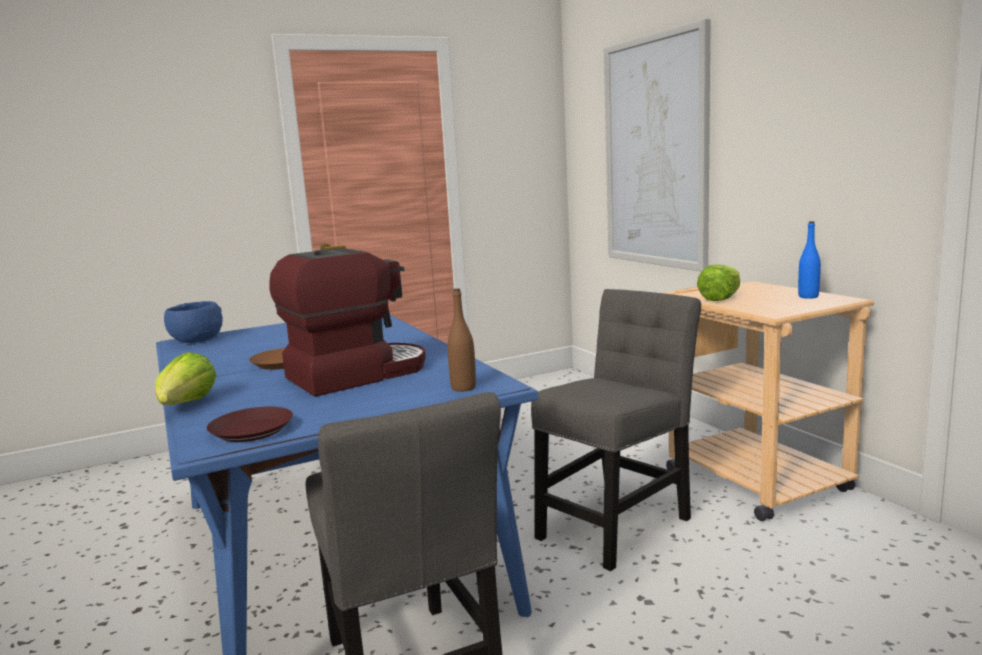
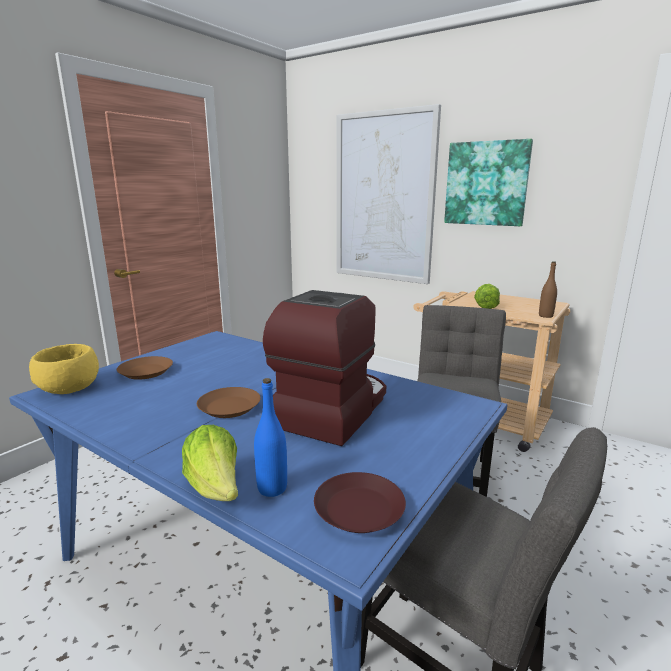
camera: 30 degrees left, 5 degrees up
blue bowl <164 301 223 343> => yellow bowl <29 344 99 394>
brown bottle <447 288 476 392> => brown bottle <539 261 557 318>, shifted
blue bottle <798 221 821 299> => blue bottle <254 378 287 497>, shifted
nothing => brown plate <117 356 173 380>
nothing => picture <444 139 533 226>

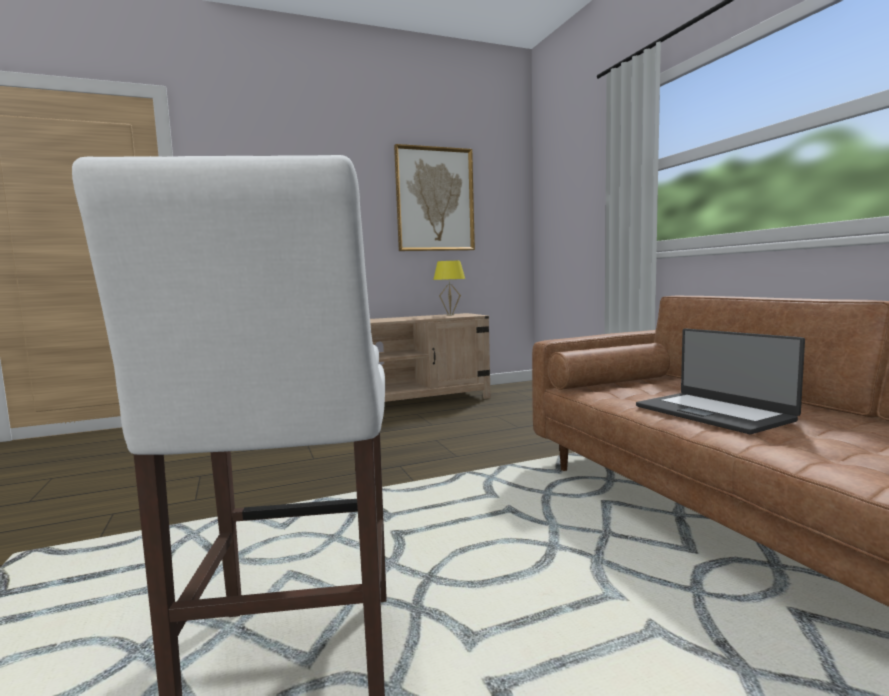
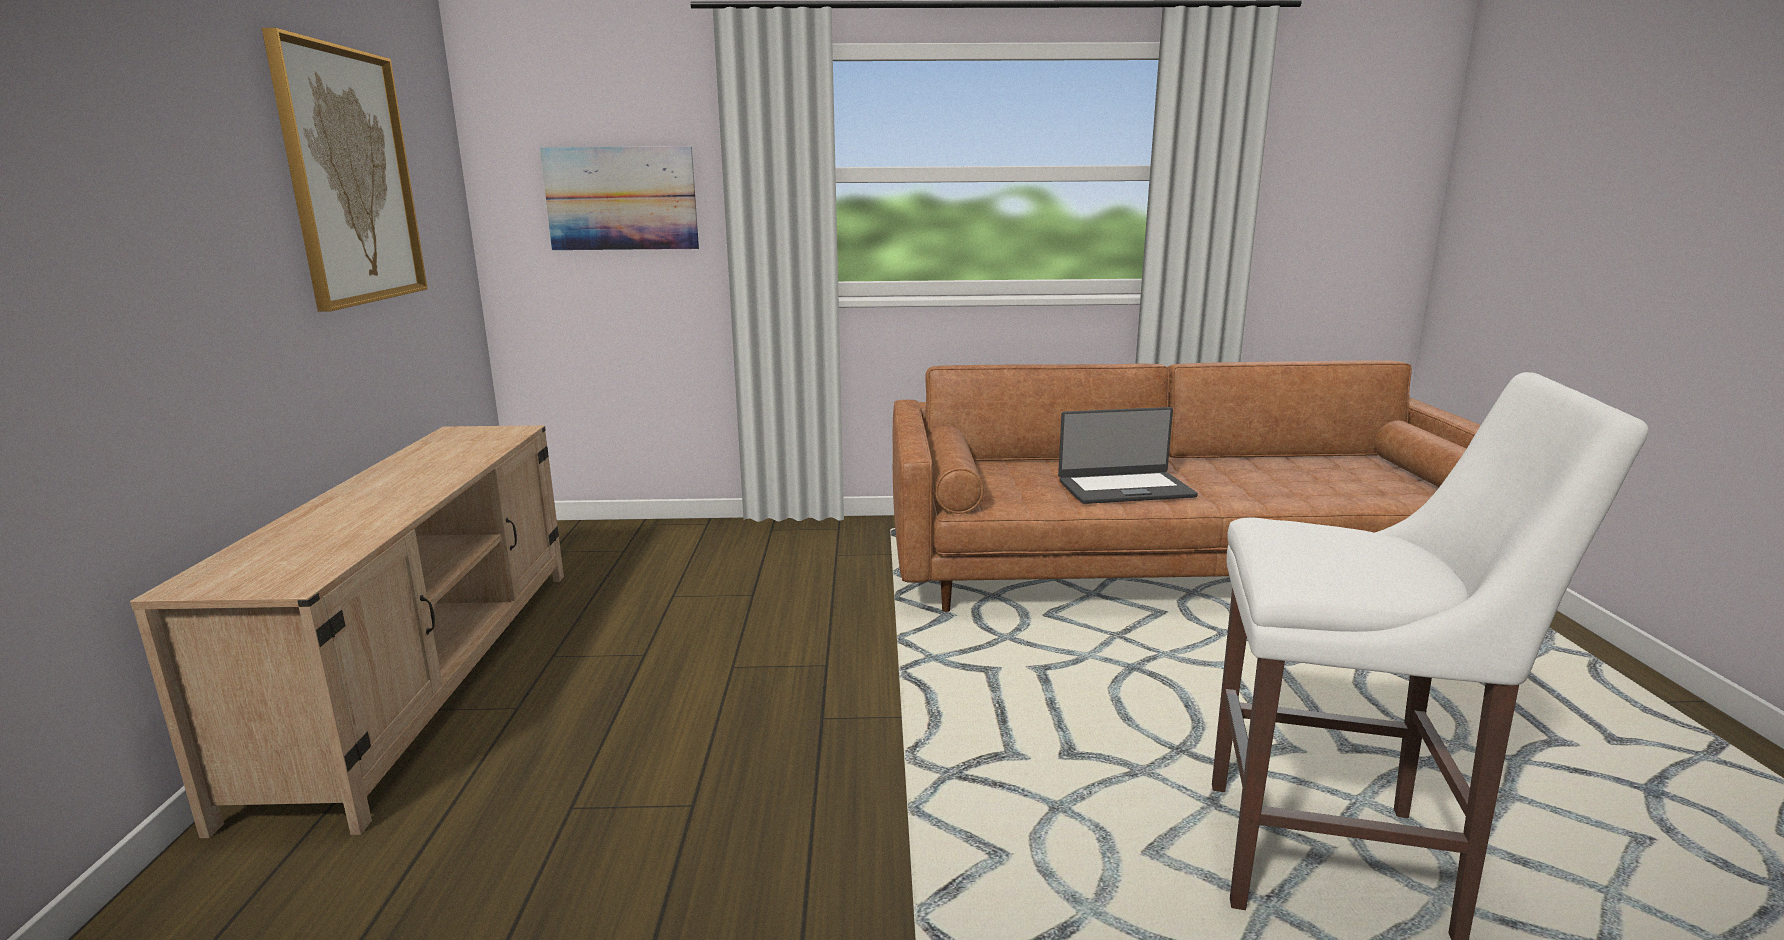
camera: 70 degrees left, 10 degrees up
yellow table lamp <433 261 465 315> => nothing
nothing => picture <540 147 699 250>

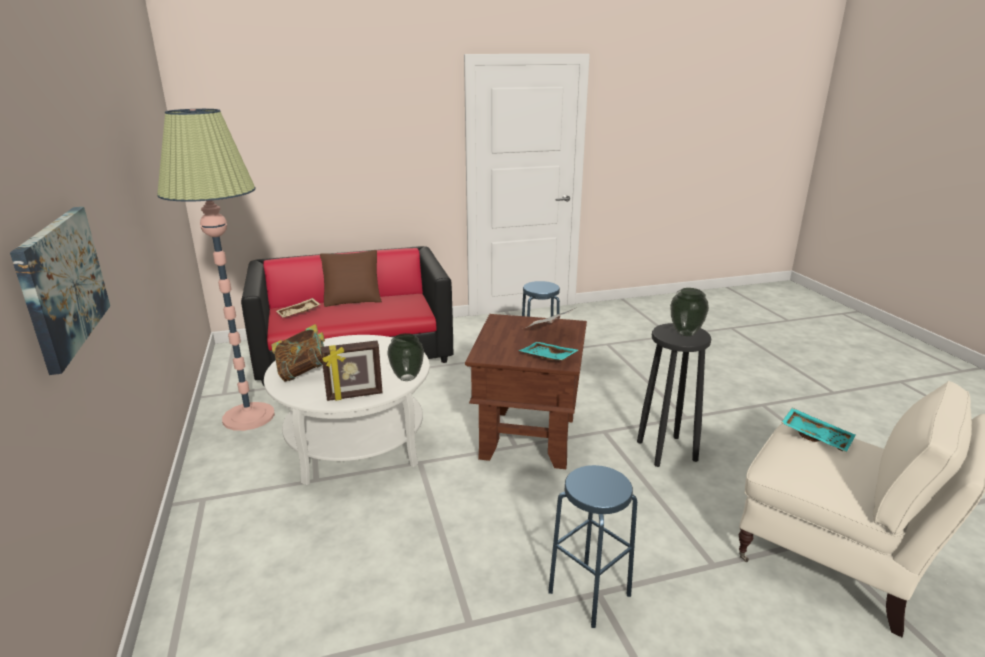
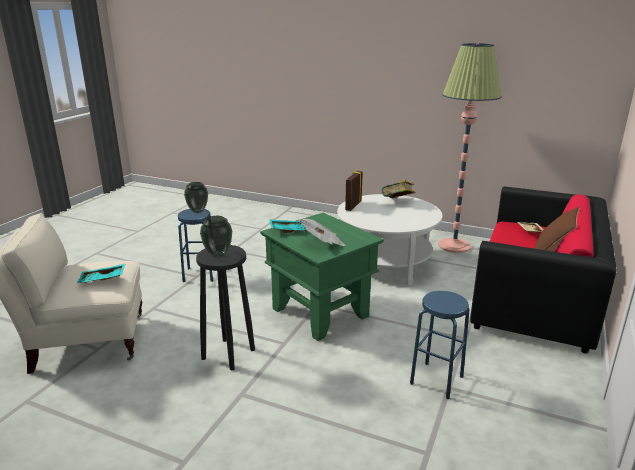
camera: 130 degrees right, 0 degrees up
picture <10 207 110 375> => nothing
vase <387 333 424 381> => vase <184 182 208 213>, shifted
brown side table <465 314 587 469> => green side table <260 213 384 341>

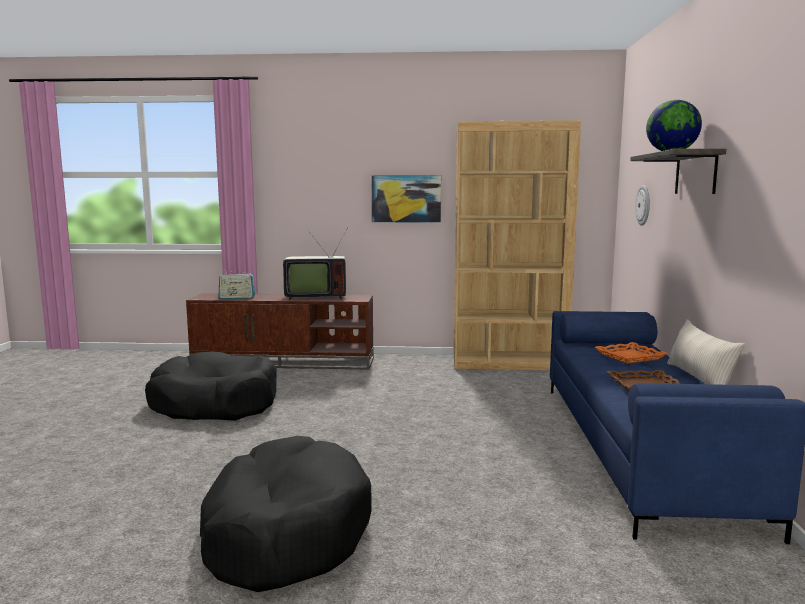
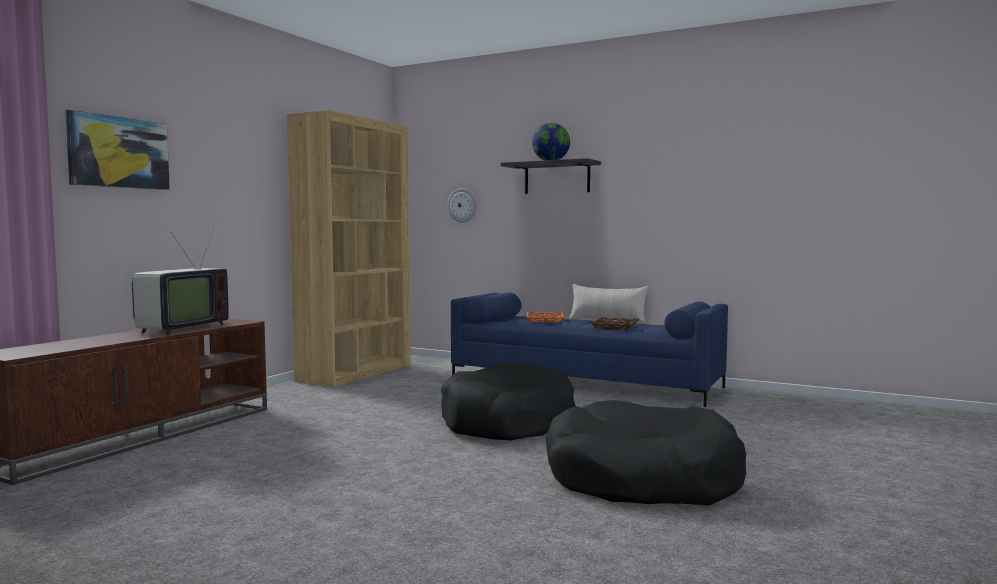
camera: 65 degrees left, 5 degrees down
black dog bed <145 351 277 421> => black dog bed <441 362 575 440>, shifted
radio <218 269 255 299> => nothing
picture <371 175 441 222> => picture <65 110 170 190>, shifted

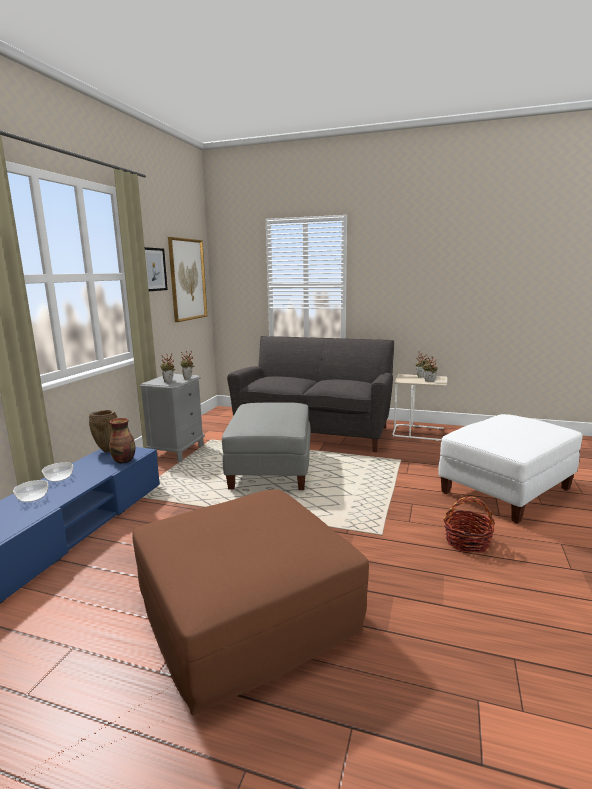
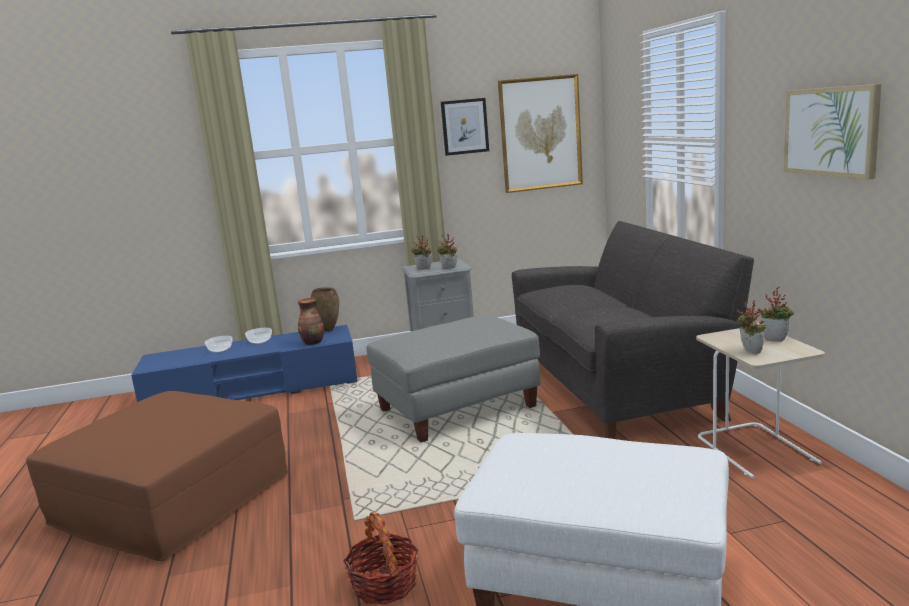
camera: 60 degrees right, 0 degrees up
nothing => picture <784 84 881 180>

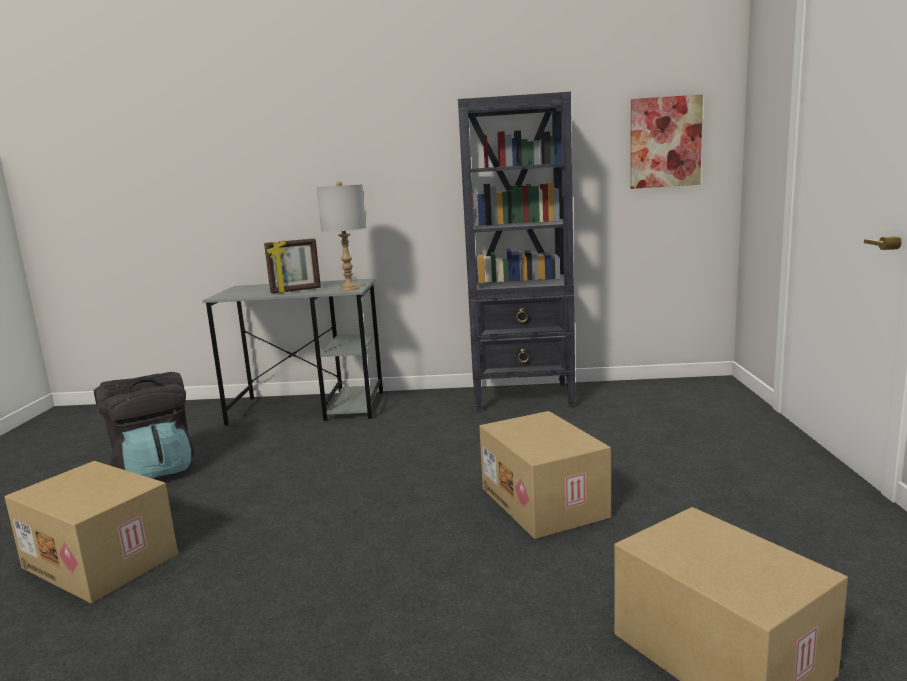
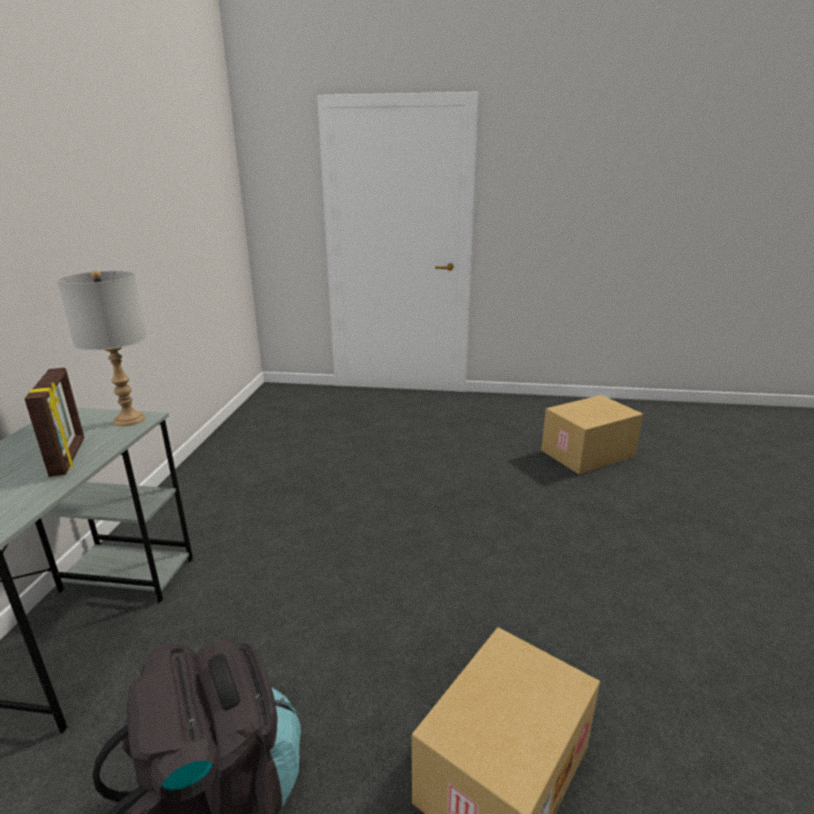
camera: 85 degrees left, 10 degrees up
black bookcase <458 92 575 412> => nothing
cardboard box <479 411 611 539> => nothing
picture <630 94 703 189> => nothing

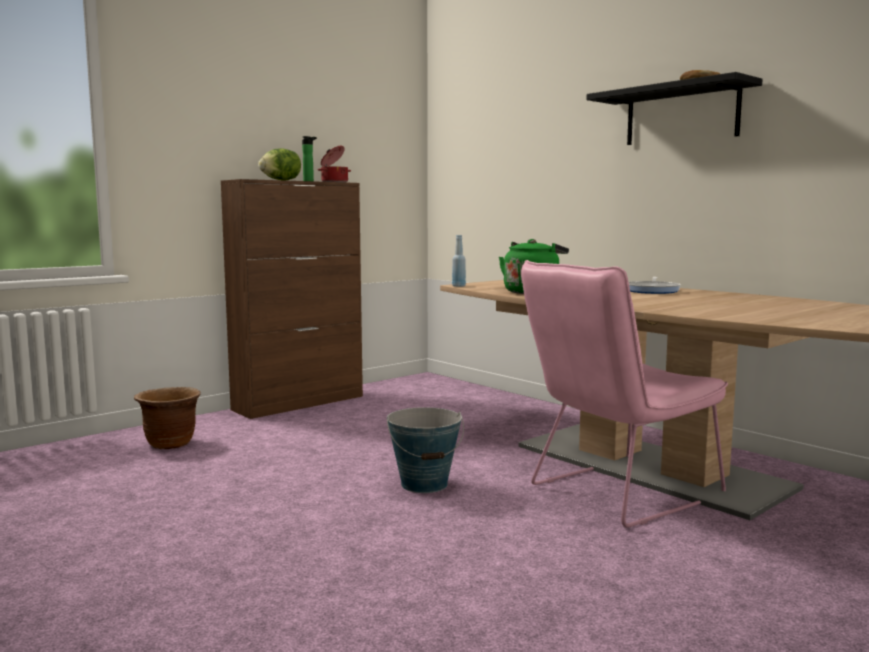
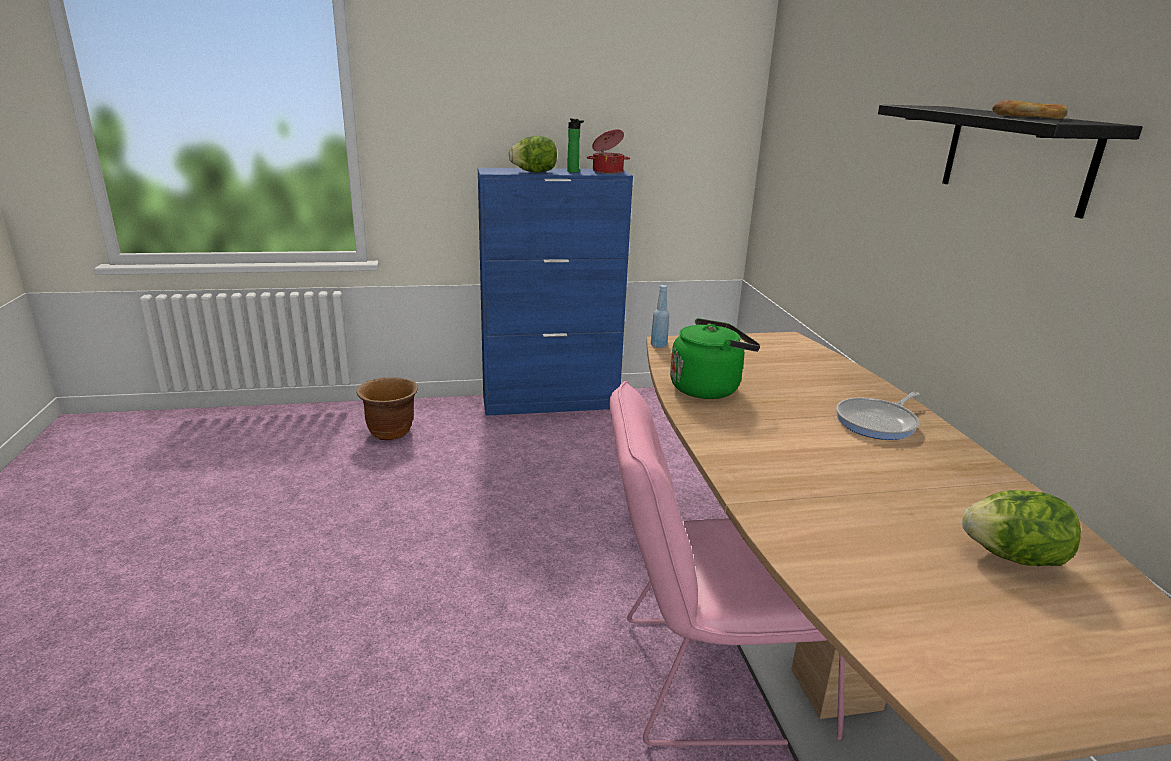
camera: 30 degrees right, 15 degrees up
brown cabinet <221 179 363 419> => blue cabinet <478 168 633 416>
bucket <387 407 464 493> => nothing
nothing => lettuce <962 490 1081 566>

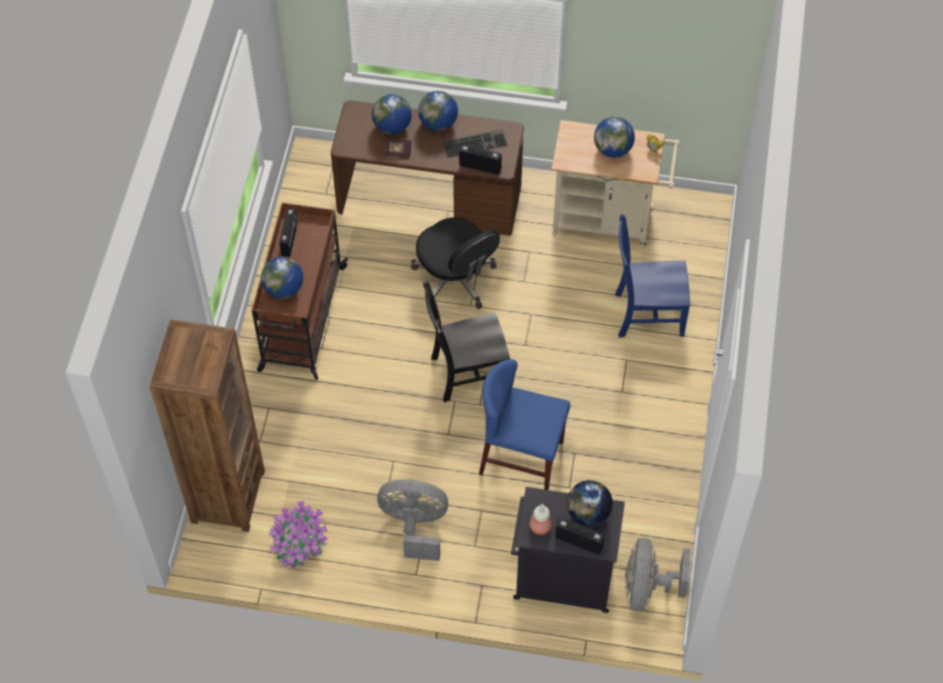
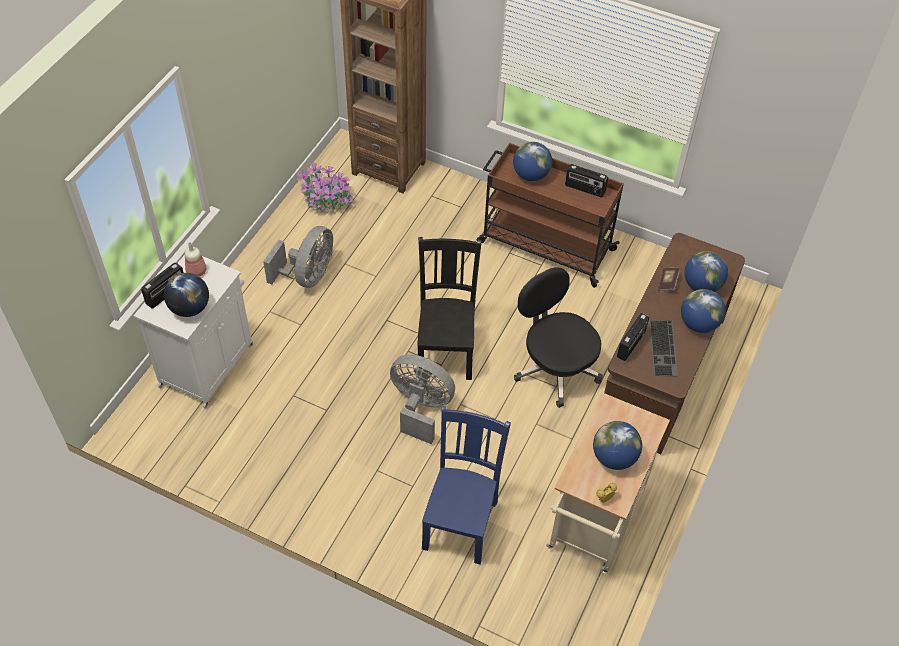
camera: 105 degrees right, 5 degrees down
black office chair <411 217 500 309> => black office chair <514 267 603 408>, 75 degrees clockwise
blue chair <479 359 570 490> => nothing
black cabinet <511 487 625 613> => white cabinet <133 255 253 409>
grey fan <625 538 691 612> => grey fan <390 354 455 444>, shifted

